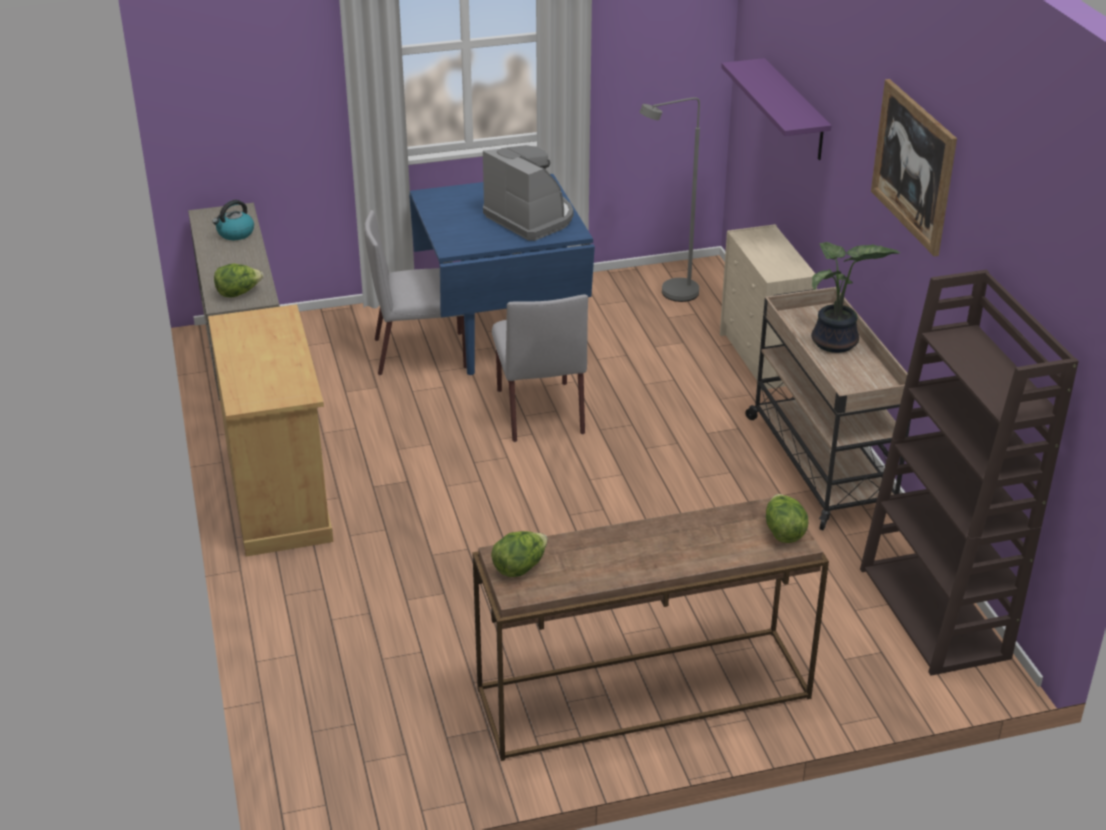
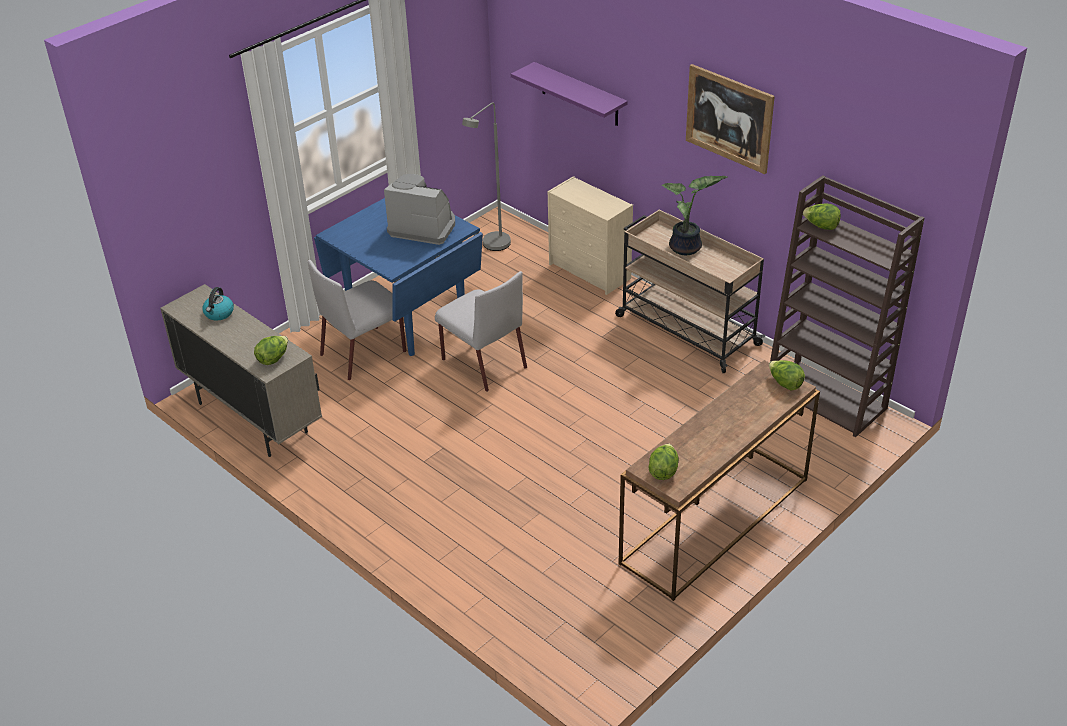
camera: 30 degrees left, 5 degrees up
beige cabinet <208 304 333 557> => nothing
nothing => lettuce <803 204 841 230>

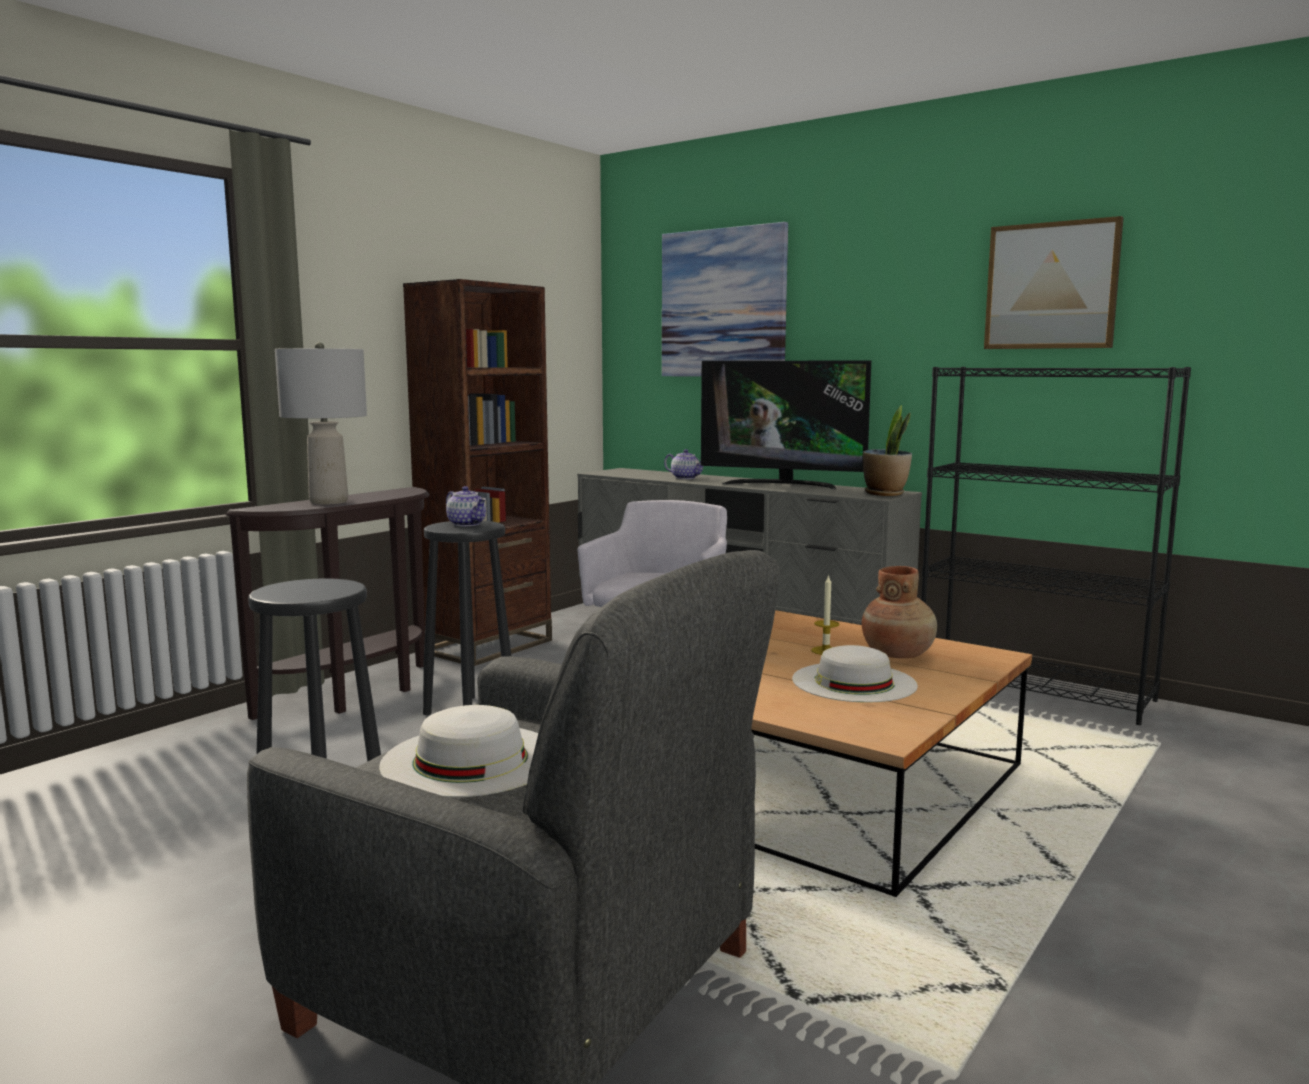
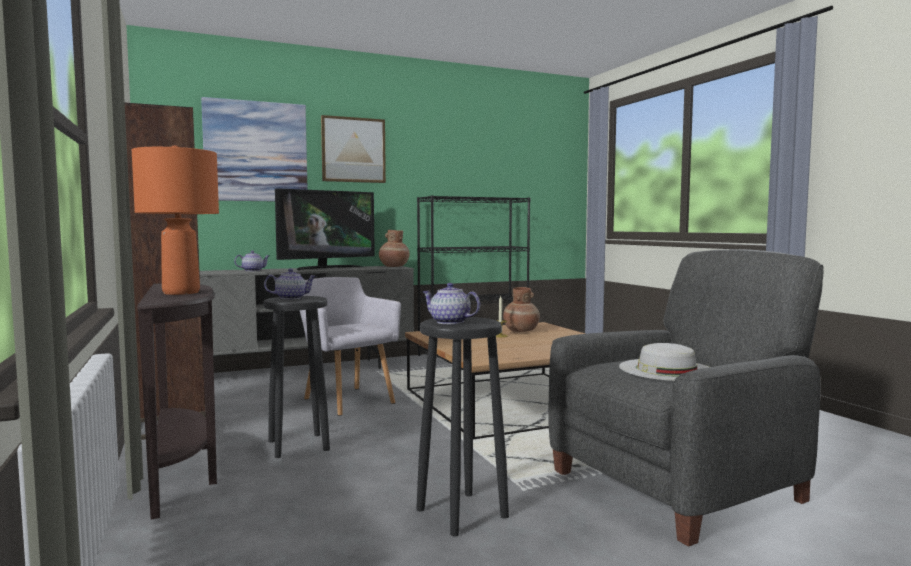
camera: 60 degrees left, 5 degrees down
grey table lamp <275 342 367 505> => orange table lamp <132 145 219 295>
white hat <792 645 918 702> => nothing
potted plant <863 405 912 496> => brown vase <379 230 409 267>
picture <984 216 1124 349> => picture <321 115 386 183>, shifted
nothing => teapot <422 283 480 324>

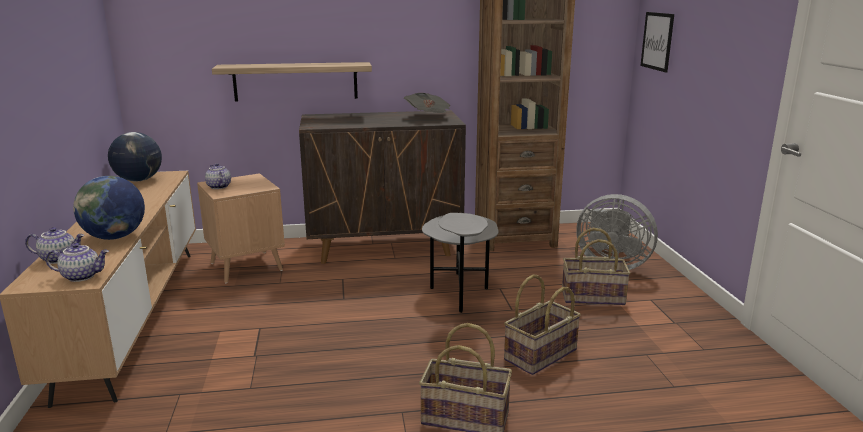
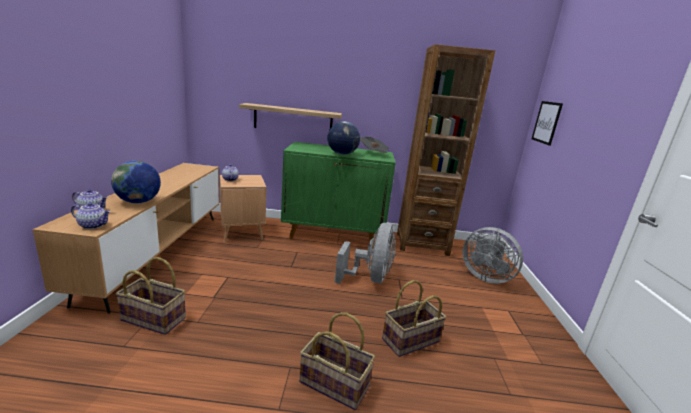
camera: 10 degrees right, 0 degrees up
globe <108 132 162 181> => globe <327 121 360 155>, shifted
brown cabinet <299 110 466 264> => green cabinet <281 142 396 249>
grey side table <422 213 499 313> => grey fan <334 223 395 284>
basket <562 228 630 305> => basket <116 257 186 335>, shifted

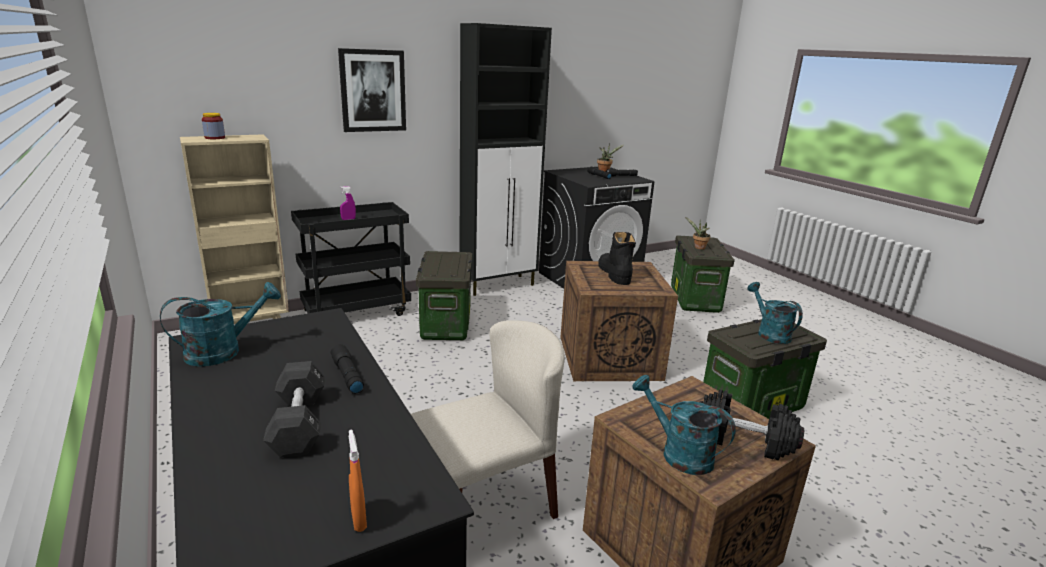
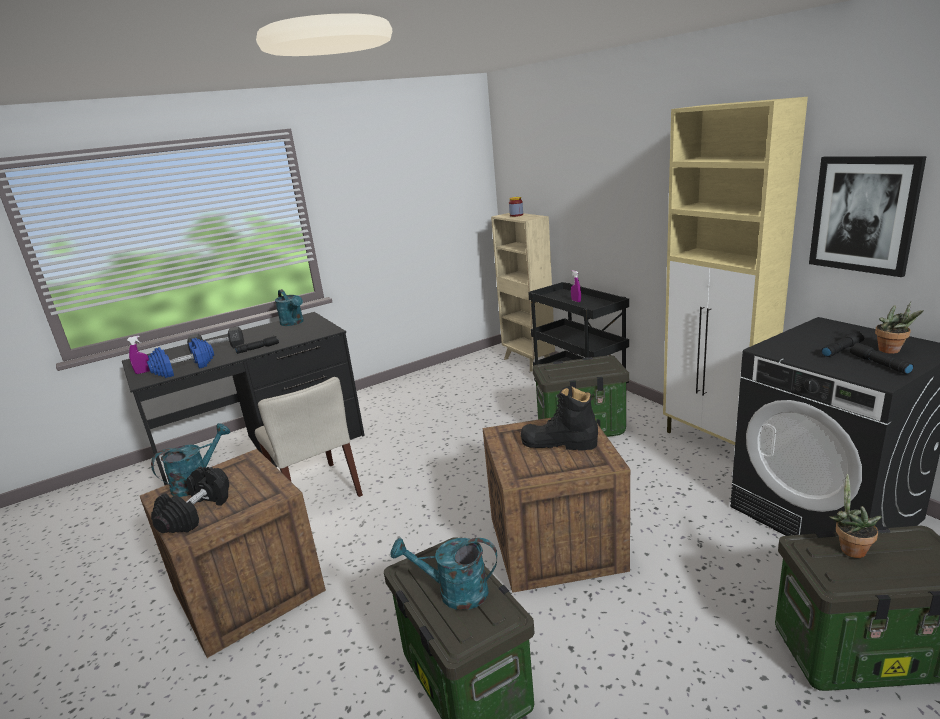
camera: 90 degrees right, 0 degrees up
picture <338 48 406 132> => picture <809 156 926 277>, shifted
orange spray bottle <349 429 367 532> => purple spray bottle <127 336 150 374>
black cabinet <459 23 552 296> => beige cabinet <663 97 808 445>
black boot <598 232 636 285> => black boot <521 386 598 451>, 150 degrees counterclockwise
turquoise watering can <747 282 803 344> => turquoise watering can <390 538 497 610>, 150 degrees counterclockwise
nothing => blue dumbbell <147 338 214 378>

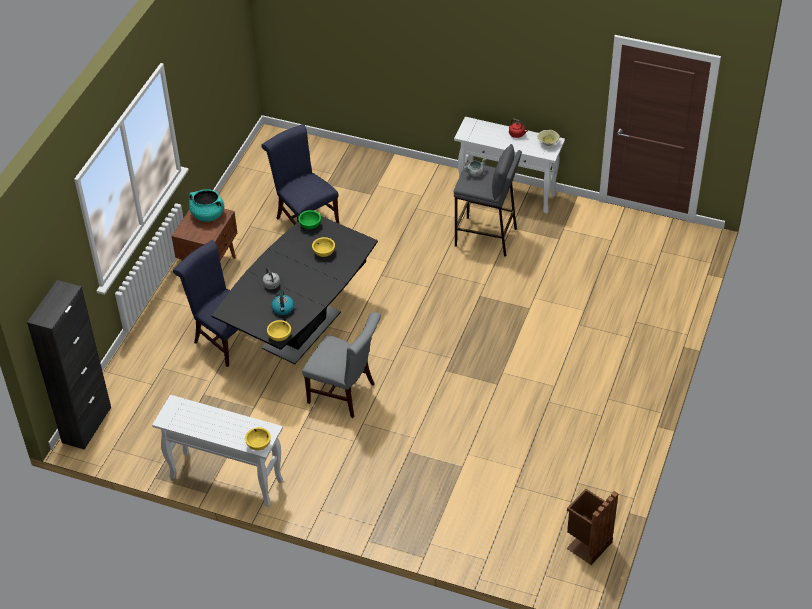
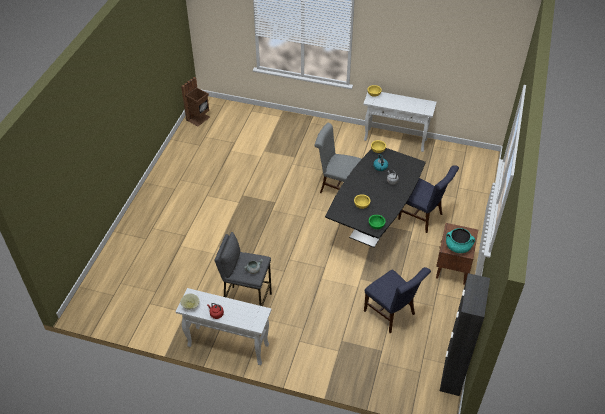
camera: 175 degrees right, 0 degrees up
black cabinet <27 280 111 450> => black cabinet <440 273 490 396>, shifted

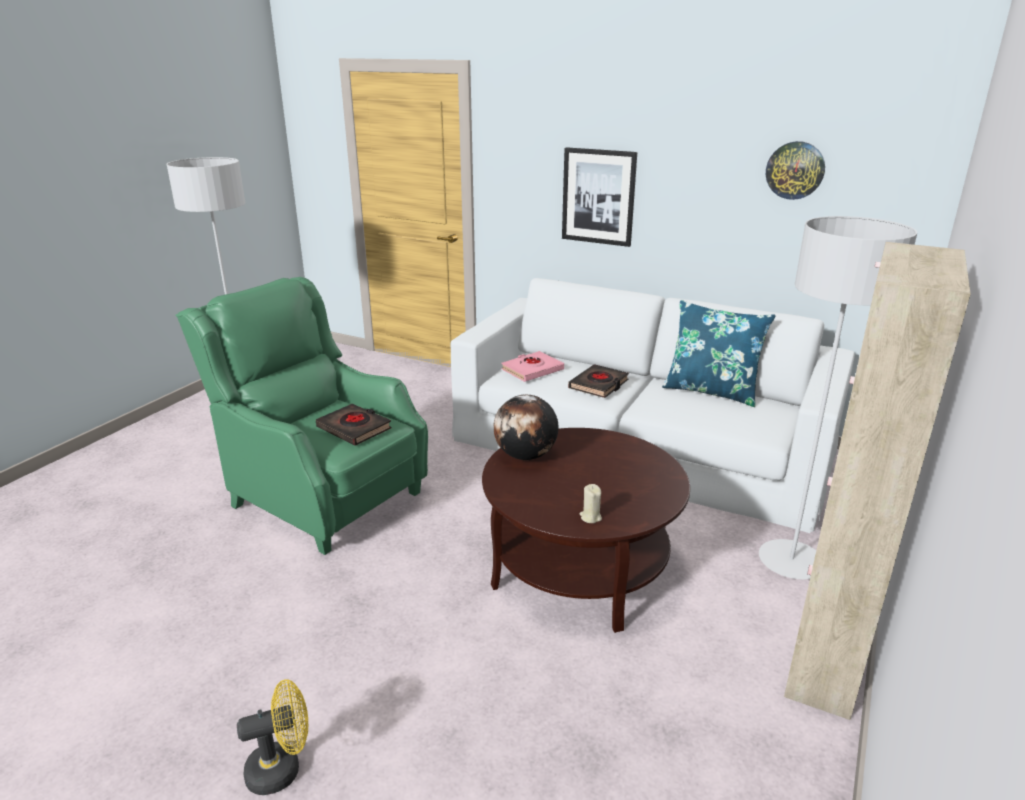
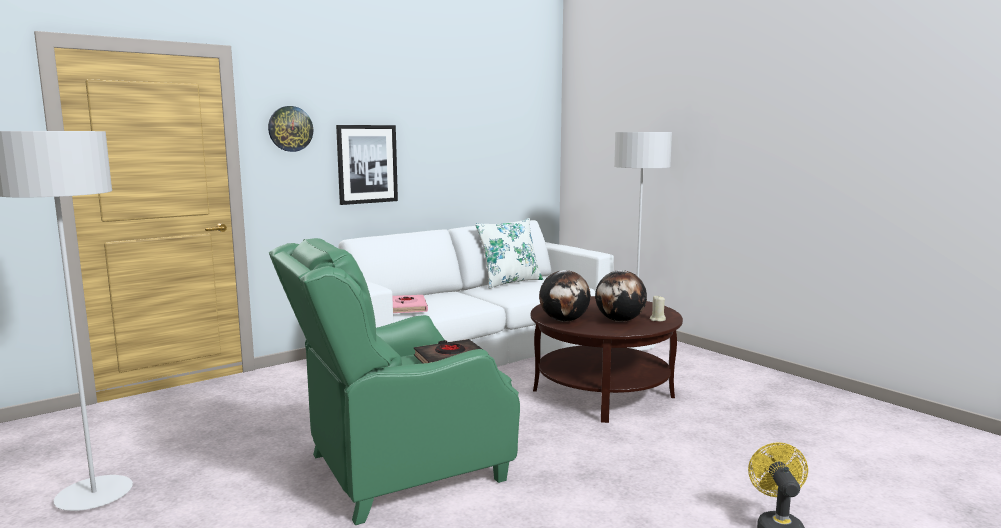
camera: 65 degrees left, 15 degrees down
black book <568 364 629 398> => nothing
blue pillow <662 300 776 407> => white pillow <475 218 543 289>
wall clock <766 141 825 200> => wall clock <268 106 313 152>, shifted
beige cabinet <784 242 971 720> => nothing
nothing => globe <595 270 647 322>

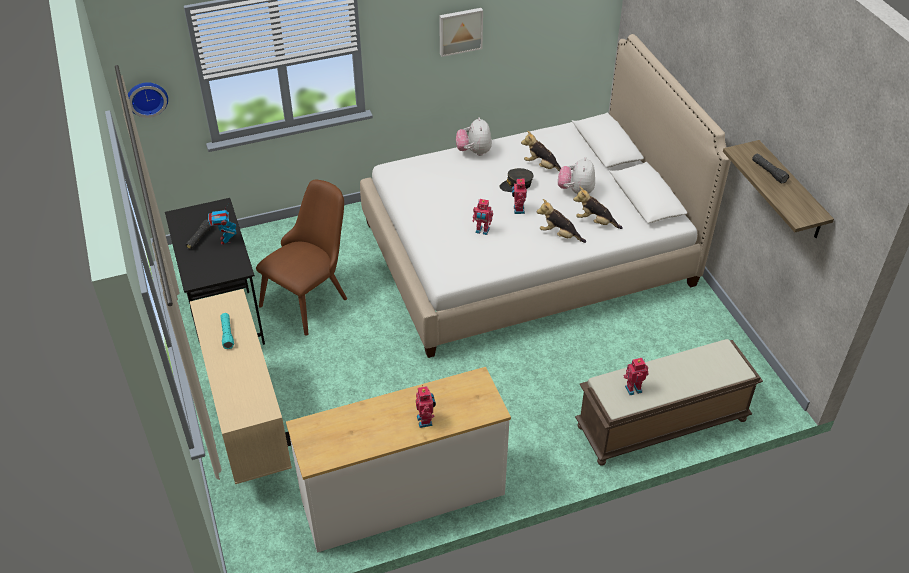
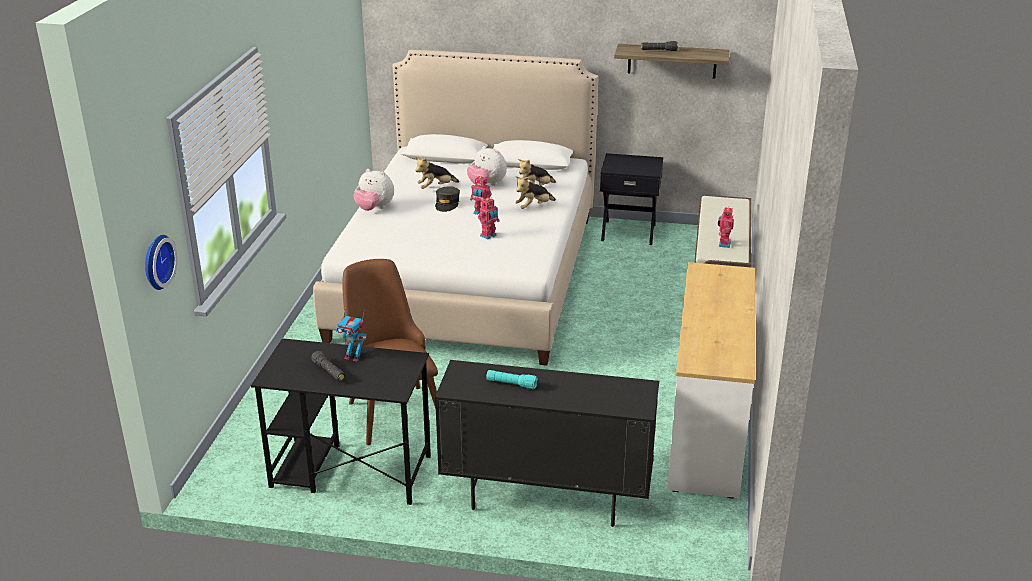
camera: 60 degrees left, 15 degrees down
beige cabinet <190 289 292 484> => black cabinet <435 360 659 527>
toy robot <416 385 436 428> => nothing
picture <439 8 483 57> => nothing
nothing => black nightstand <600 153 663 245>

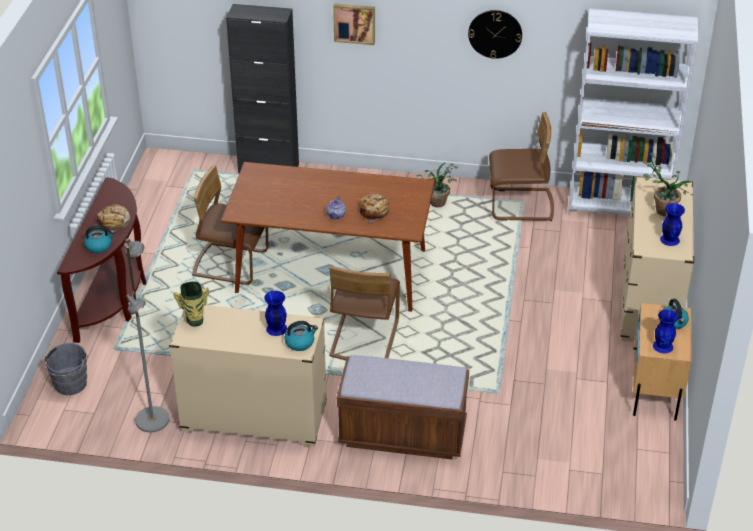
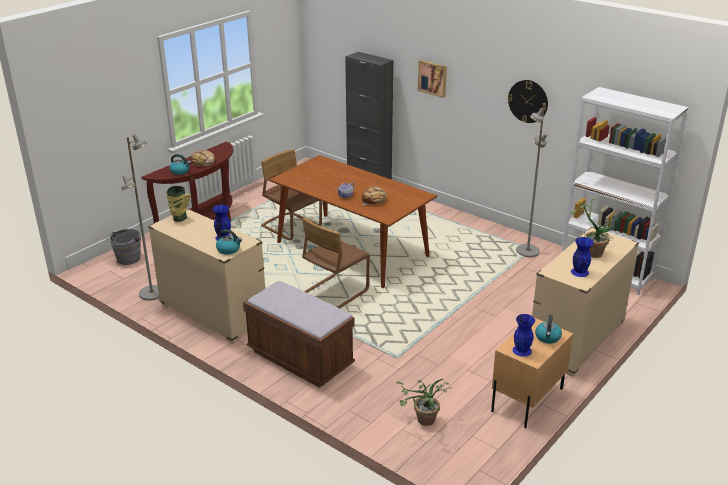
camera: 30 degrees right, 10 degrees down
potted plant <416 162 458 207> => potted plant <396 378 451 426>, shifted
brown chair <489 112 554 221> => grey floor lamp <516 104 547 257>

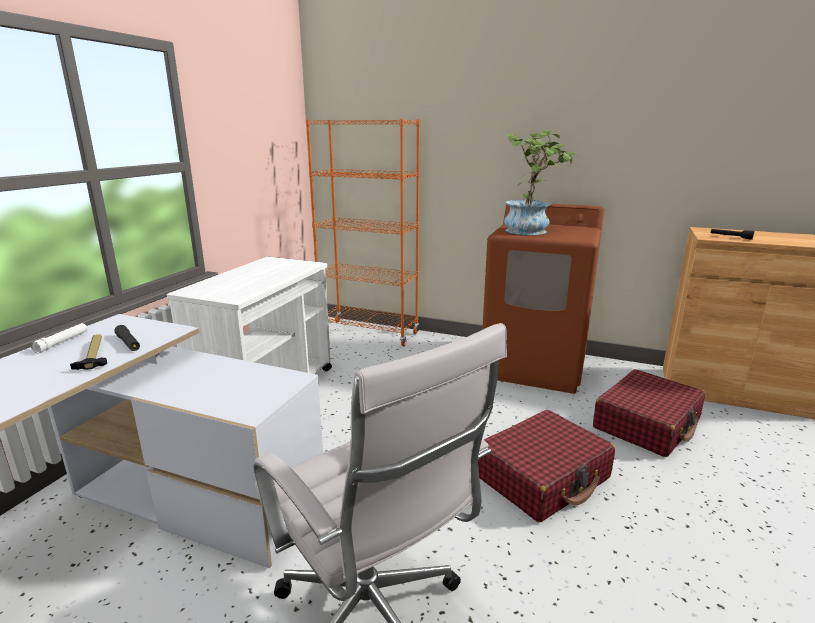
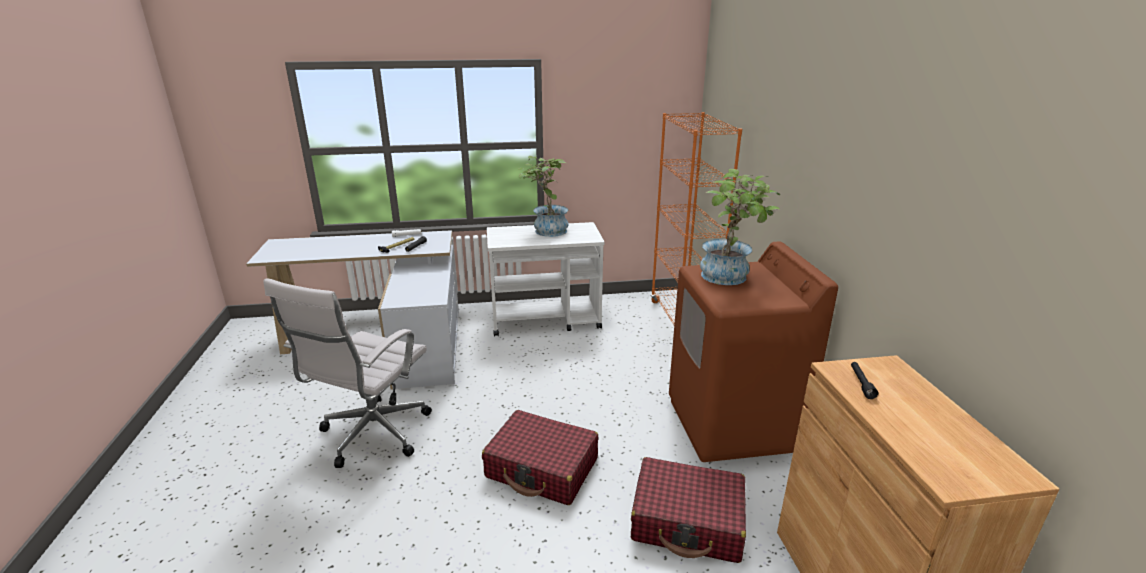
camera: 60 degrees right, 5 degrees up
nothing => potted plant <518 156 569 237>

